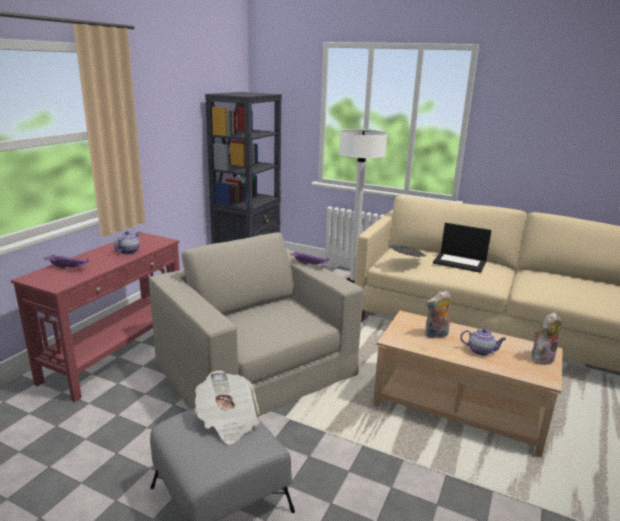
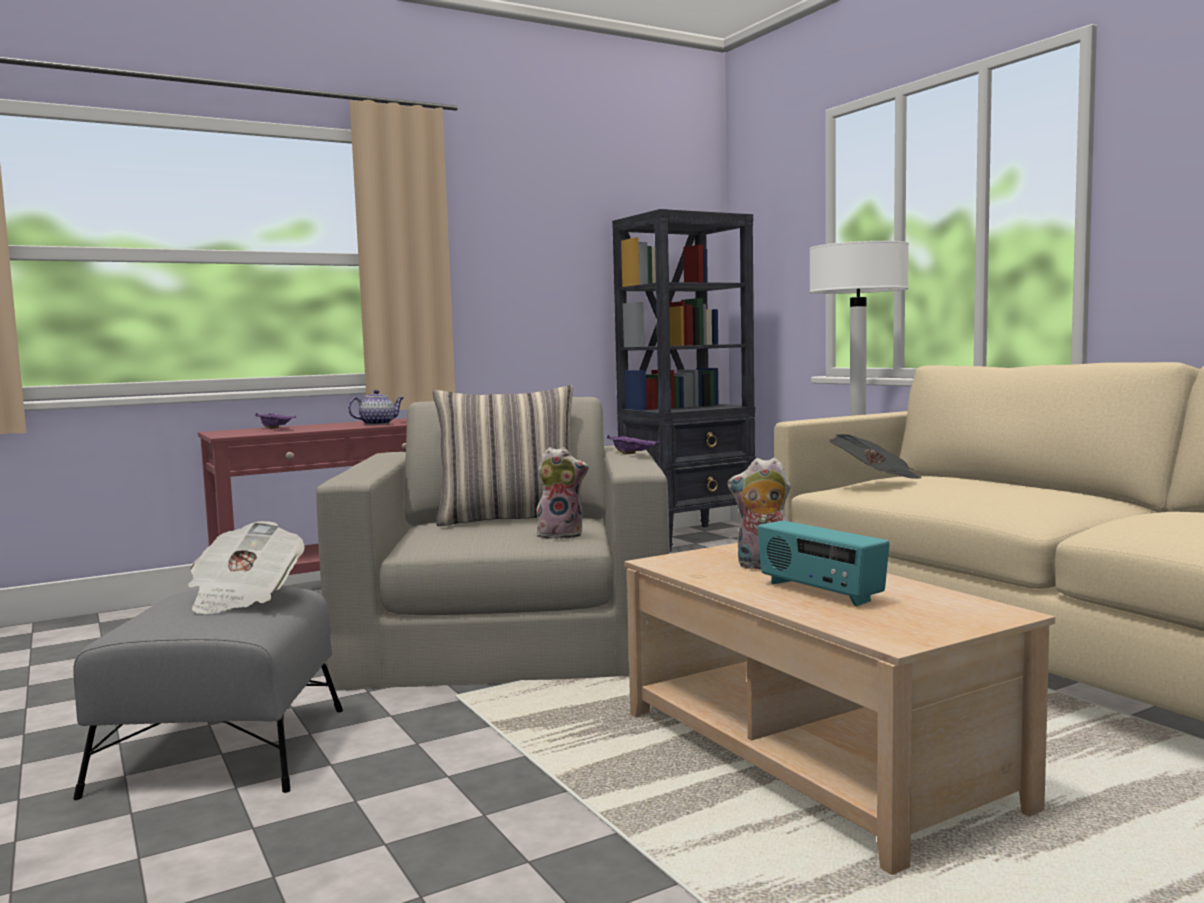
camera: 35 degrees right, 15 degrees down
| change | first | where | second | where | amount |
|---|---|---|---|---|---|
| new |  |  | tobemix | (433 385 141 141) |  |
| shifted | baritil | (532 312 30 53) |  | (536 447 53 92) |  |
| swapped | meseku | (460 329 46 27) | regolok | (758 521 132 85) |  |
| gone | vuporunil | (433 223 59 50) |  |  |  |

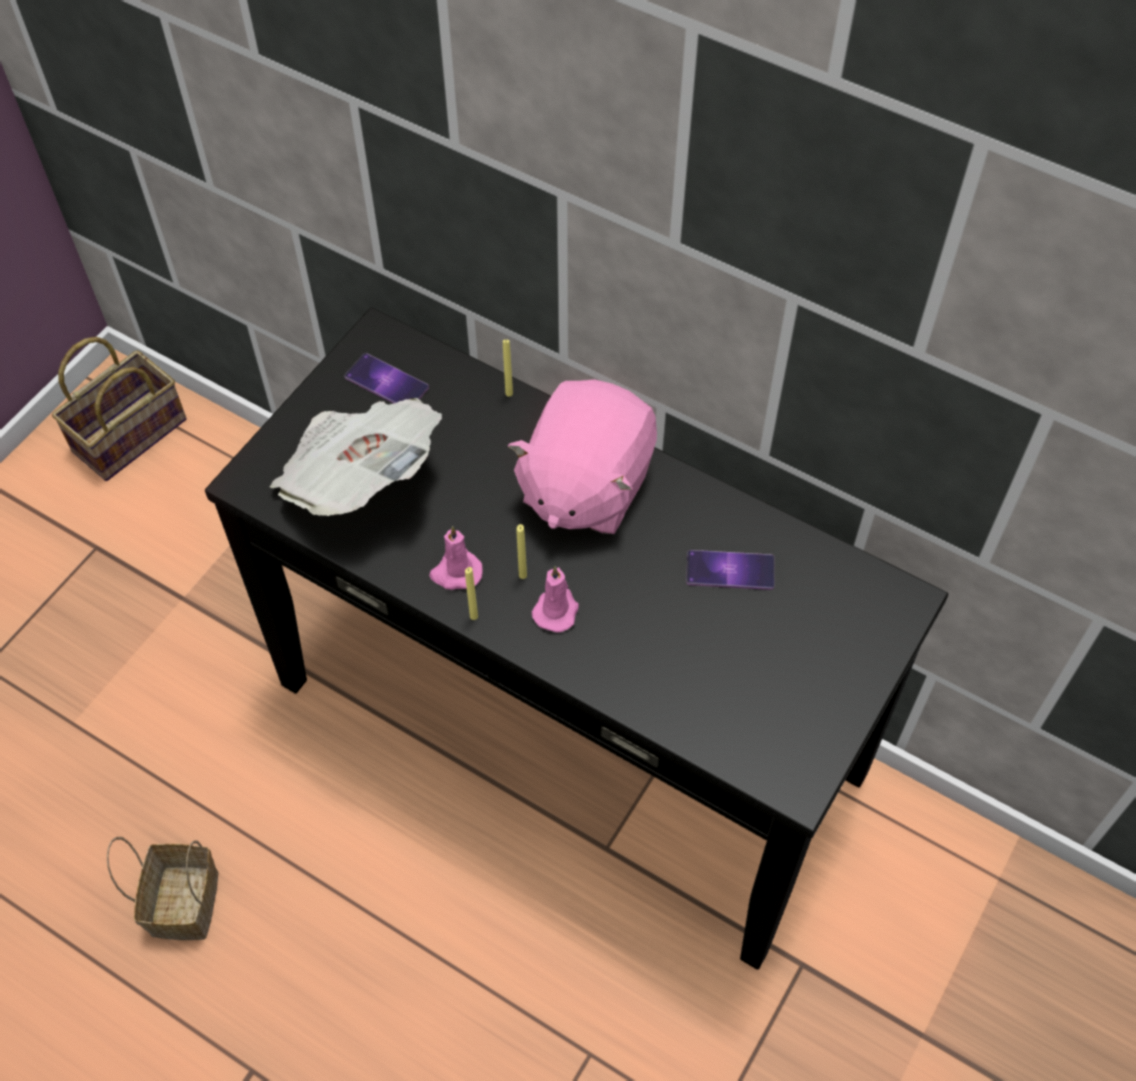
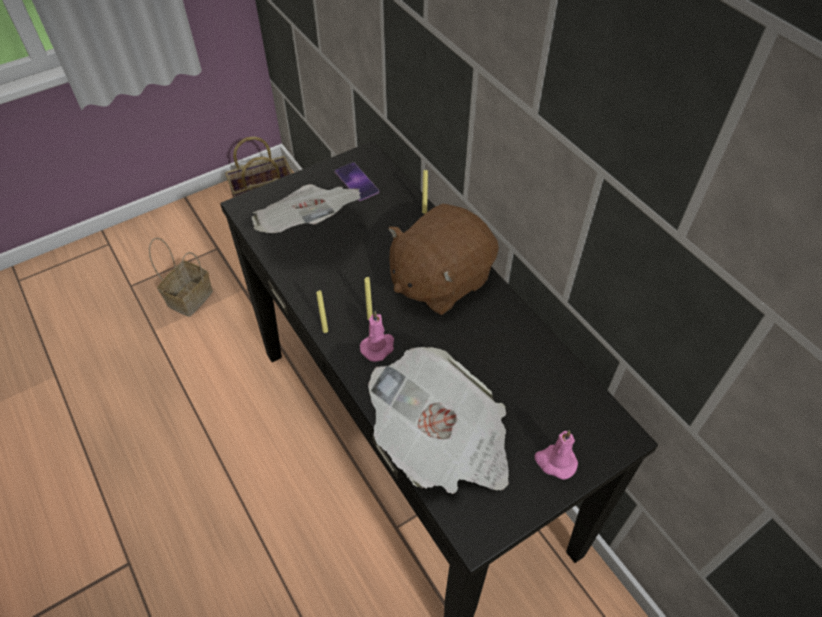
camera: 25 degrees right, 5 degrees down
| change | first | where | second | where | amount |
|---|---|---|---|---|---|
| shifted | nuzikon | (107 837 111 103) |  | (149 238 64 79) |  |
| new |  |  | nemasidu | (368 347 141 147) |  |
| repainted | baritil (pink) | (507 379 150 155) | baritil (brown) | (388 203 111 112) |  |
| shifted | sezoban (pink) | (429 526 54 64) |  | (534 430 44 50) |  |
| gone | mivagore | (686 550 88 40) |  |  |  |

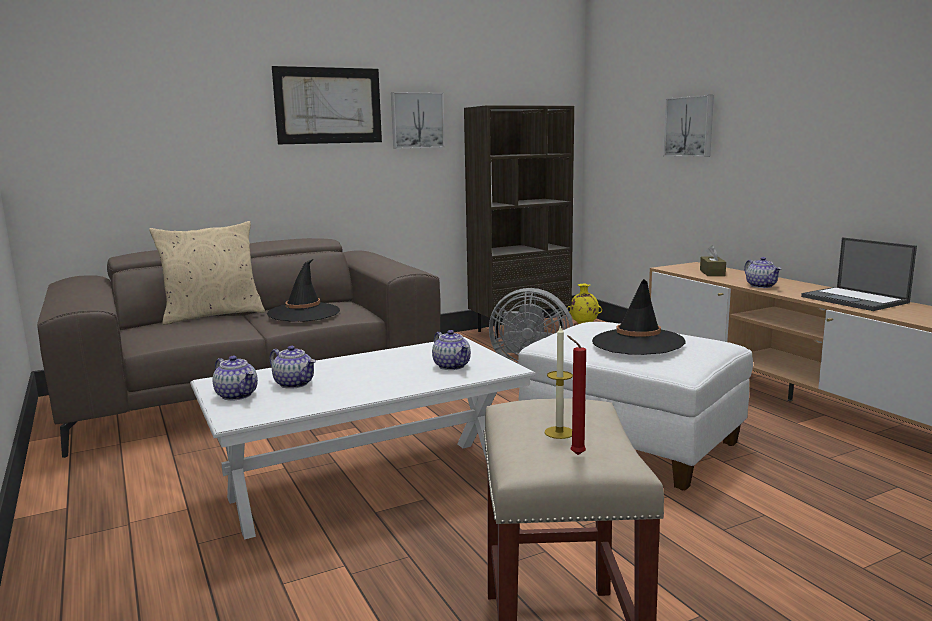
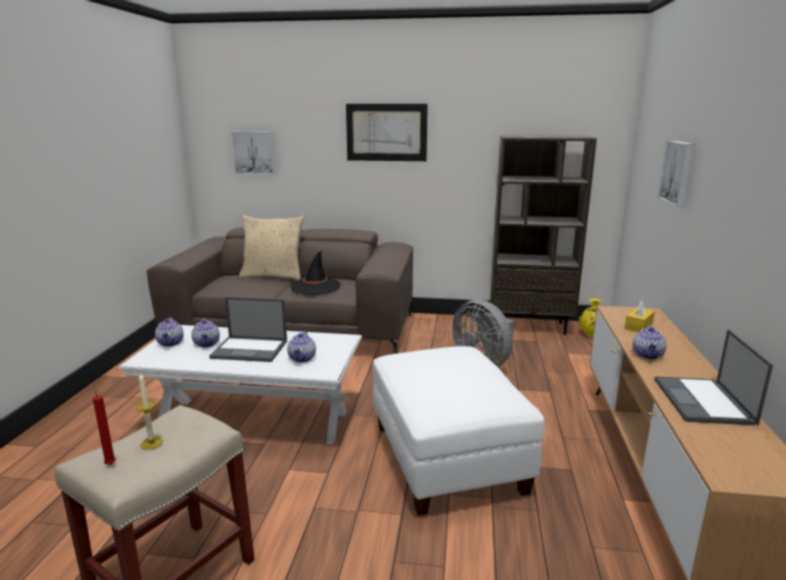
camera: 35 degrees right, 5 degrees up
| change | first | where | second | where | amount |
|---|---|---|---|---|---|
| new |  |  | vuporunil | (209 297 78 65) |  |
| shifted | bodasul | (391 92 54 57) |  | (231 131 45 44) |  |
| repainted | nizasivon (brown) | (700 245 26 31) | nizasivon (yellow) | (624 300 31 32) |  |
| gone | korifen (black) | (592 279 94 76) |  |  |  |

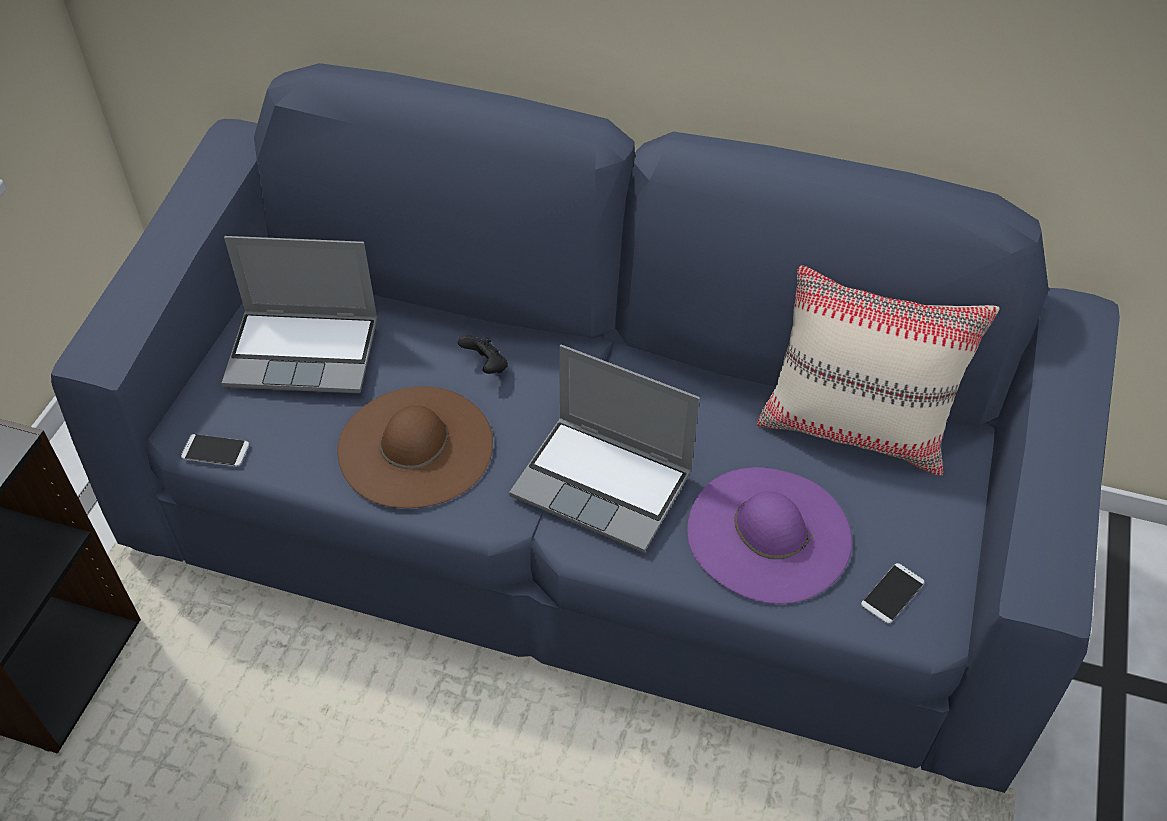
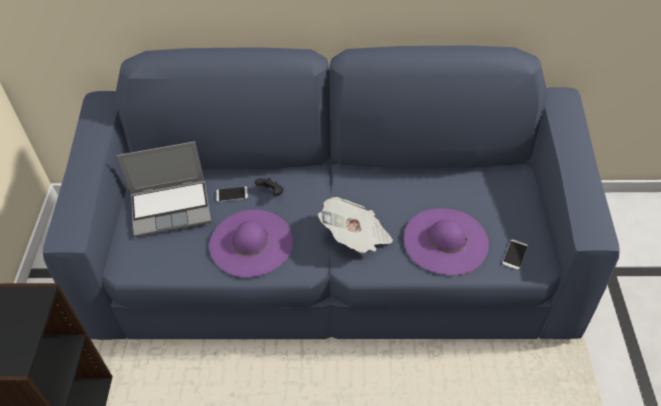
camera: 15 degrees left, 0 degrees up
| change | first | where | second | where | amount |
|---|---|---|---|---|---|
| repainted | korifen (brown) | (337 386 156 122) | korifen (purple) | (209 209 84 68) |  |
| shifted | mivagore | (181 434 68 33) |  | (216 186 32 16) |  |
| swapped | vuporunil | (509 345 191 208) | nemasidu | (318 197 75 56) |  |
| gone | tobemix (beige) | (757 265 242 211) |  |  |  |

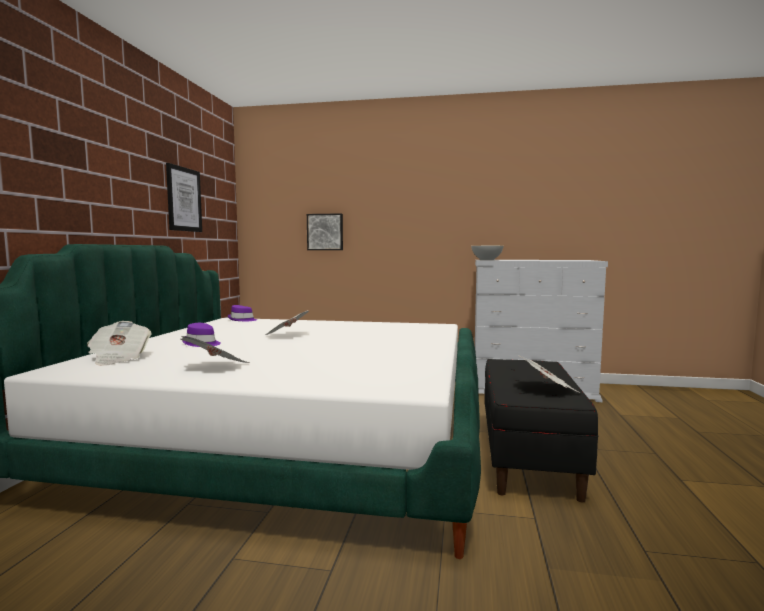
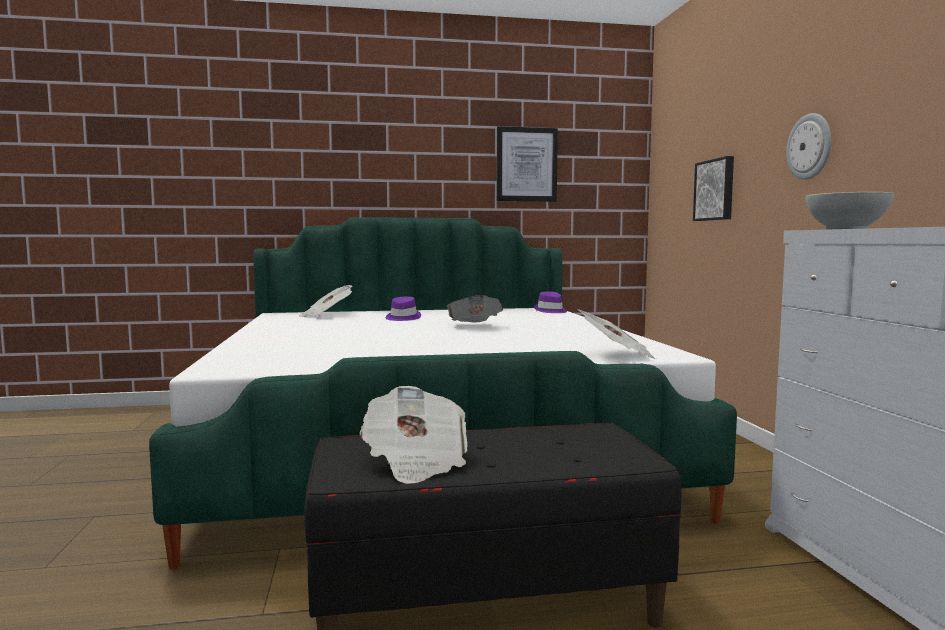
camera: 70 degrees right, 0 degrees up
| change | first | where | second | where | amount |
|---|---|---|---|---|---|
| shifted | nemasidu | (180 336 70 27) |  | (577 309 79 50) |  |
| new |  |  | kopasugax | (786 113 46 67) |  |

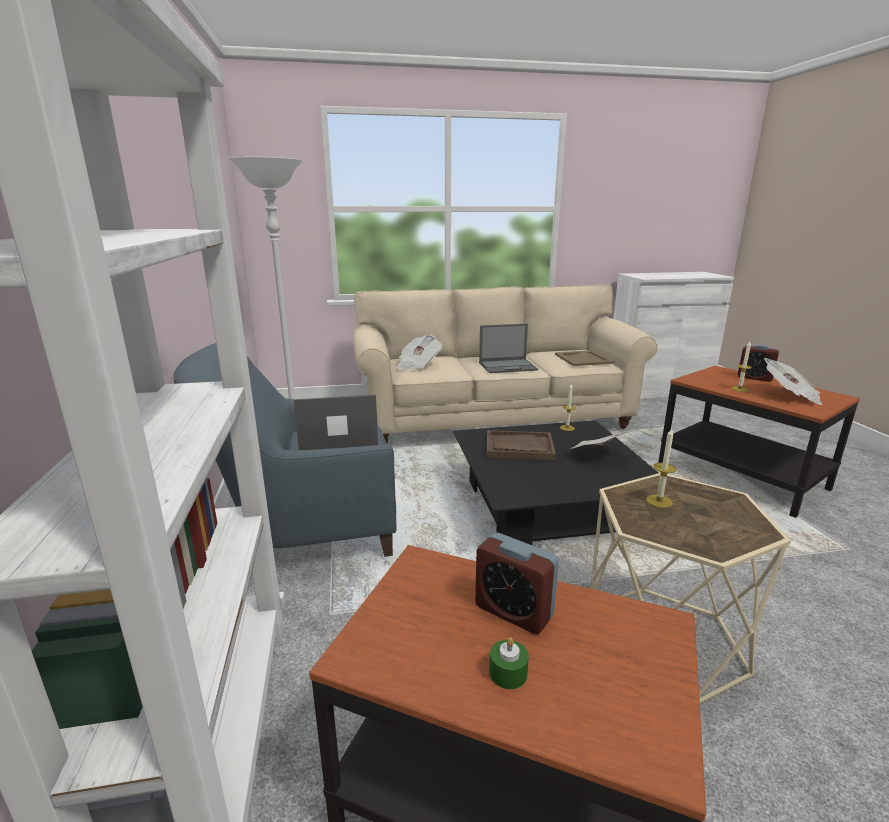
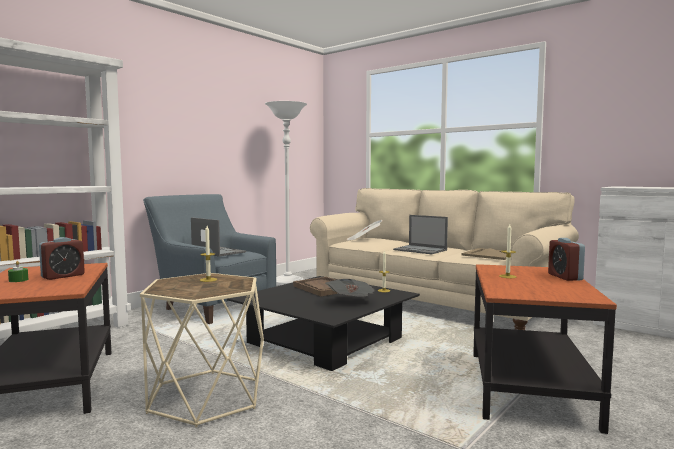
camera: 50 degrees right, 15 degrees down
| change | first | where | second | where | amount |
|---|---|---|---|---|---|
| rotated | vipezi | (475 533 84 101) |  | (39 237 46 43) | 135 degrees counterclockwise |
| gone | nemasidu | (764 358 58 47) |  |  |  |

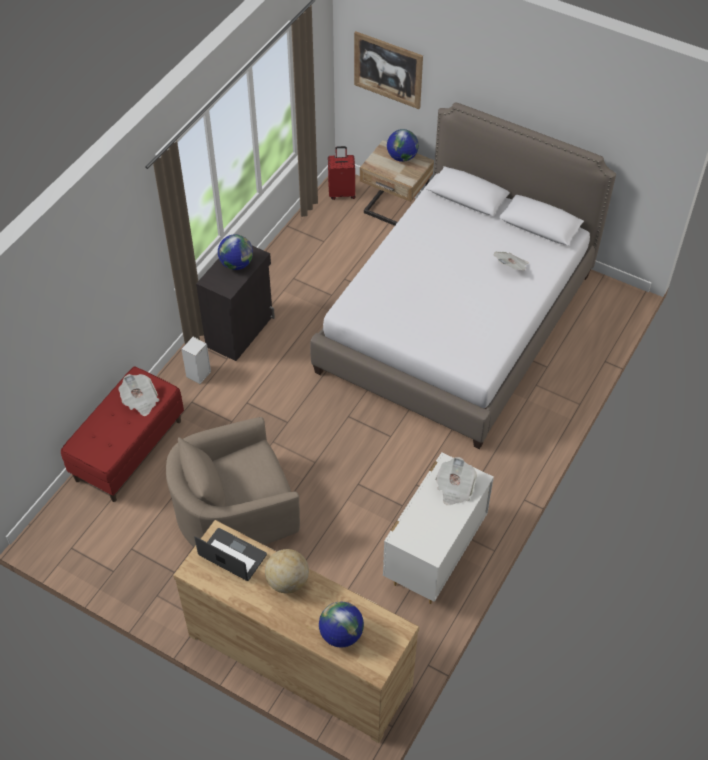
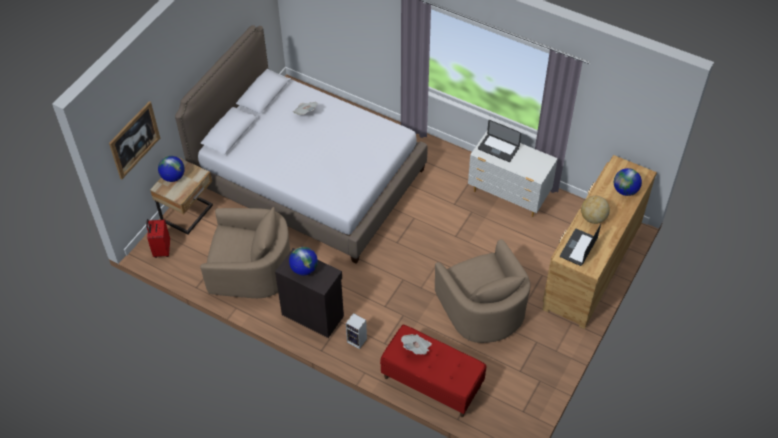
camera: 90 degrees left, 0 degrees up
| change | first | where | second | where | amount |
|---|---|---|---|---|---|
| new |  |  | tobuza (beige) | (200 207 90 91) |  |
| swapped | nemasidu | (436 457 41 48) | vuporunil | (478 120 43 42) |  |

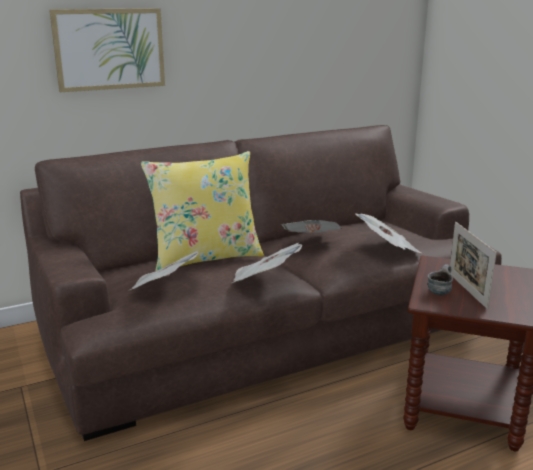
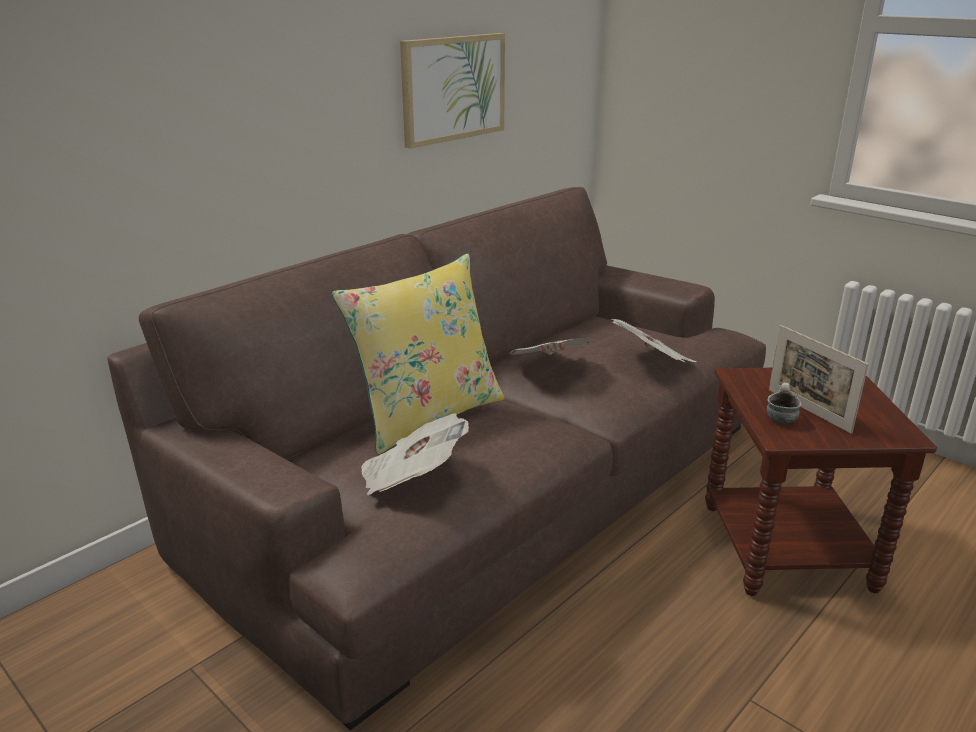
camera: 20 degrees left, 5 degrees up
| change | first | where | second | where | amount |
|---|---|---|---|---|---|
| shifted | bodasul | (49 8 116 84) |  | (400 33 105 116) |  |
| gone | nemasidu | (232 243 70 40) |  |  |  |

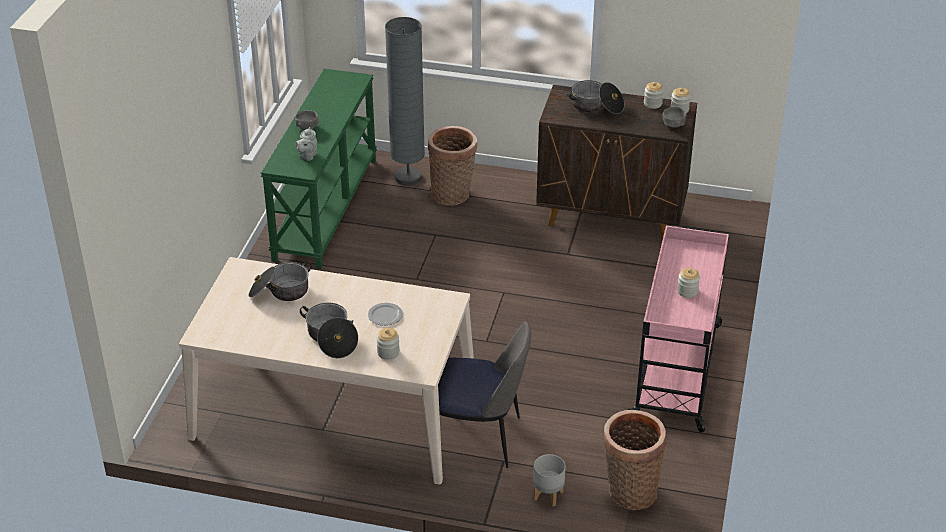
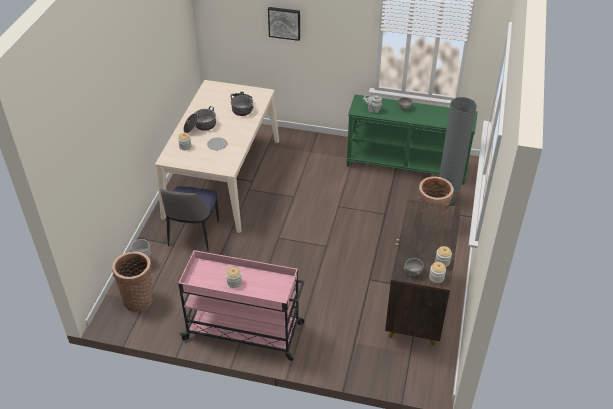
camera: 90 degrees right, 5 degrees up
| change | first | where | second | where | amount |
|---|---|---|---|---|---|
| new |  |  | bodasul | (268 7 32 34) |  |
| gone | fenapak | (567 80 57 34) |  |  |  |

